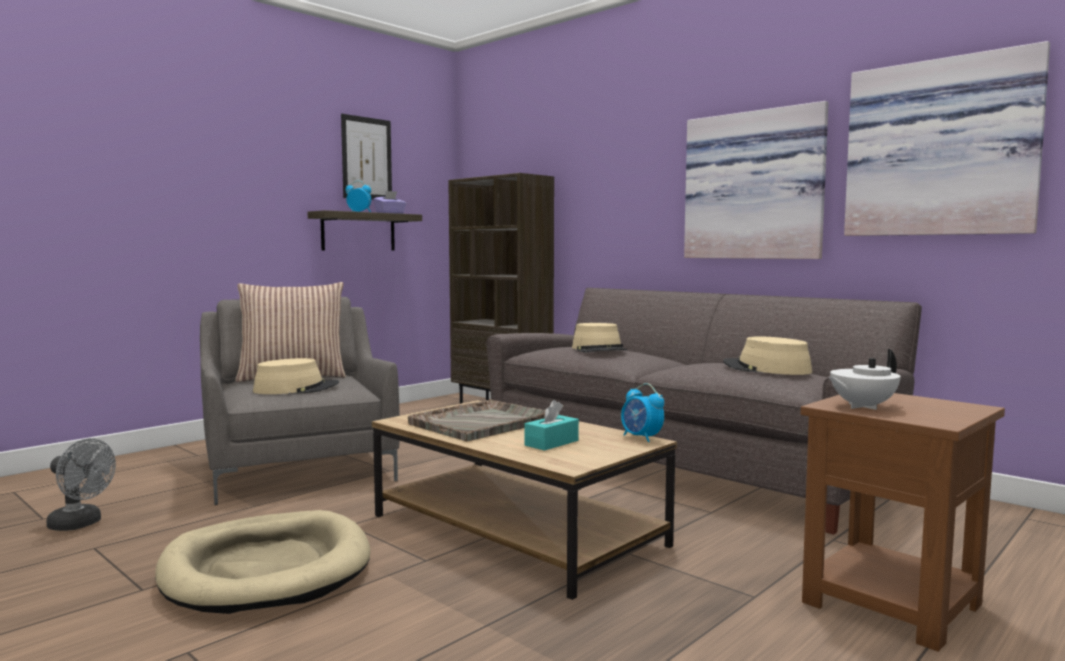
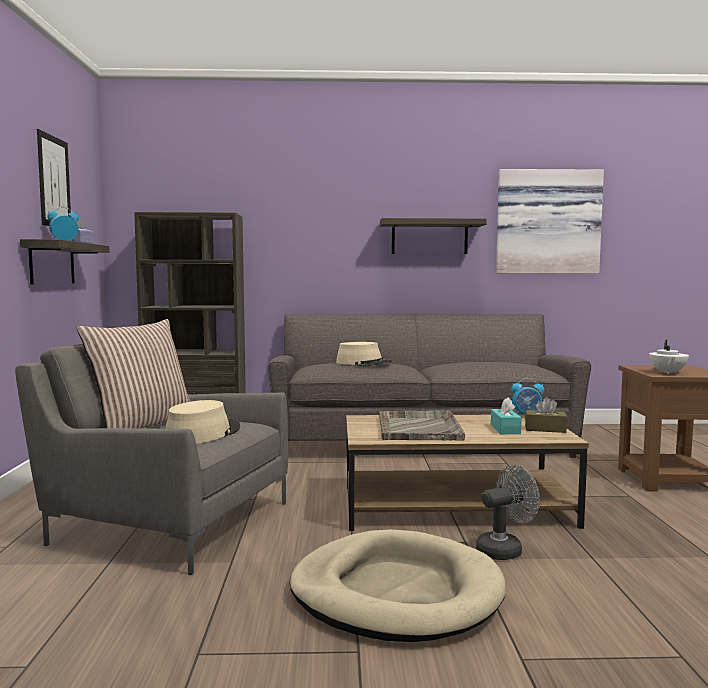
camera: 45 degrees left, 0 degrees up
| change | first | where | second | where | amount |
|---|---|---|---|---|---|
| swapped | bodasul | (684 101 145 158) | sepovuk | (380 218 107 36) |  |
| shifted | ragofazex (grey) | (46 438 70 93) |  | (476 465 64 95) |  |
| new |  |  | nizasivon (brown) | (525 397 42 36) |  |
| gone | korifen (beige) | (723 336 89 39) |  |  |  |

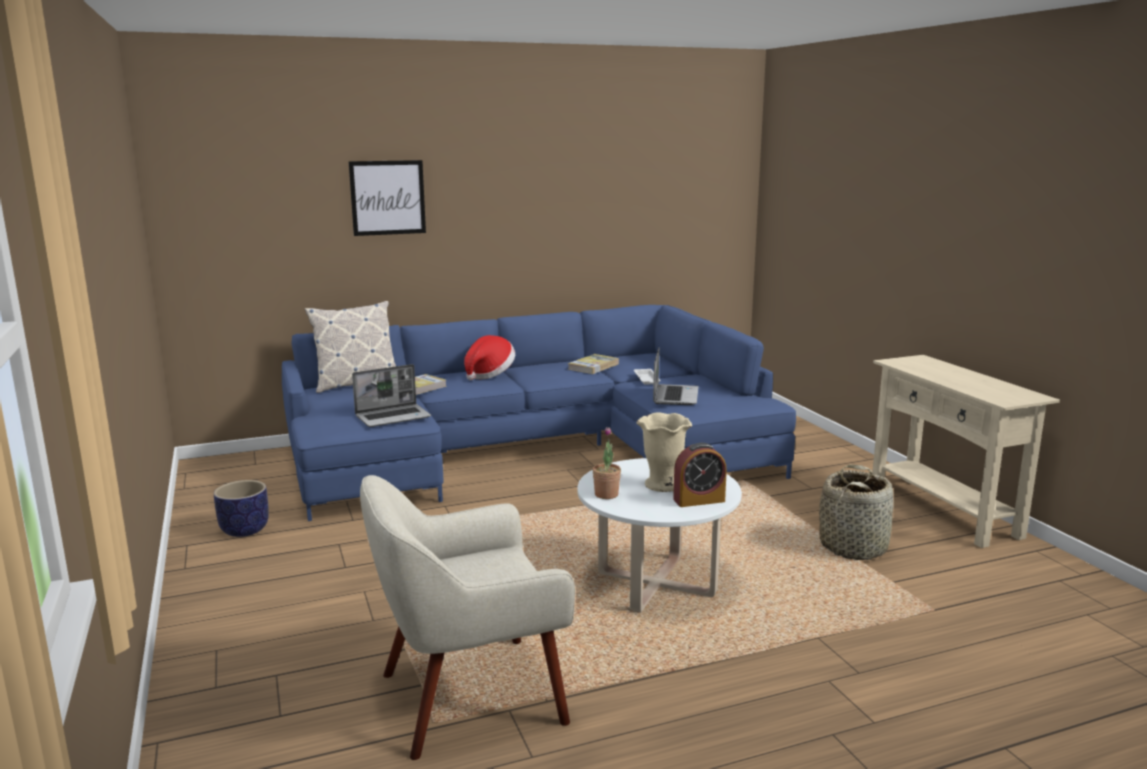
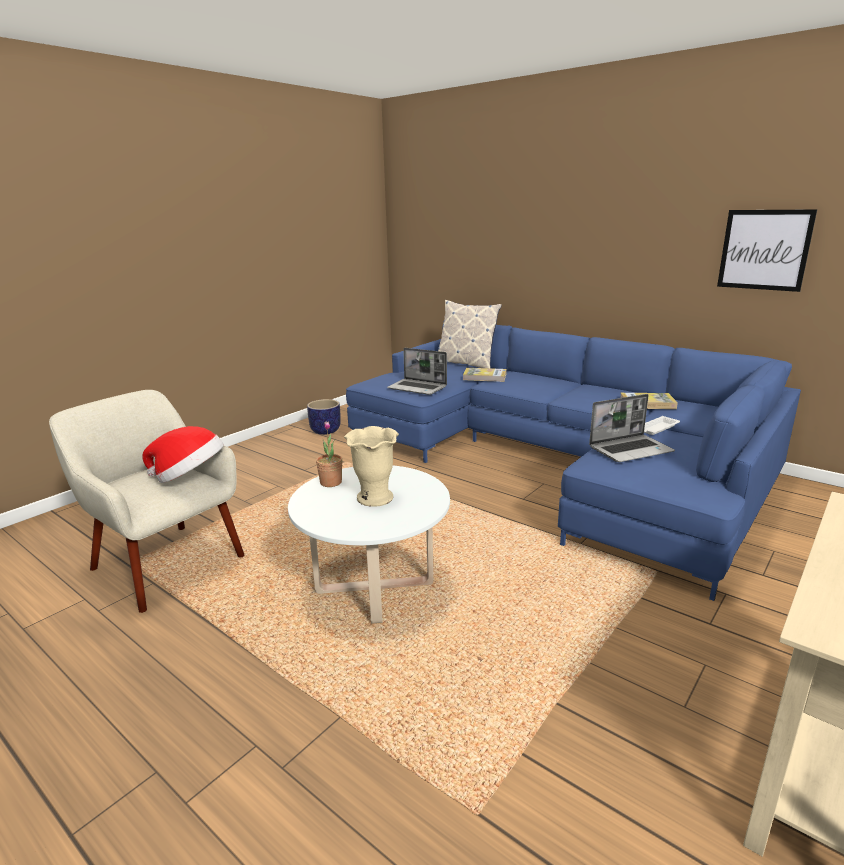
camera: 60 degrees right, 5 degrees up
| change | first | where | second | where | amount |
|---|---|---|---|---|---|
| shifted | korifen | (464 335 51 45) |  | (142 426 82 57) |  |
| shifted | bodasul | (348 160 78 76) |  | (717 209 100 83) |  |
| gone | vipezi | (673 443 54 64) |  |  |  |
| gone | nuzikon | (819 465 75 95) |  |  |  |

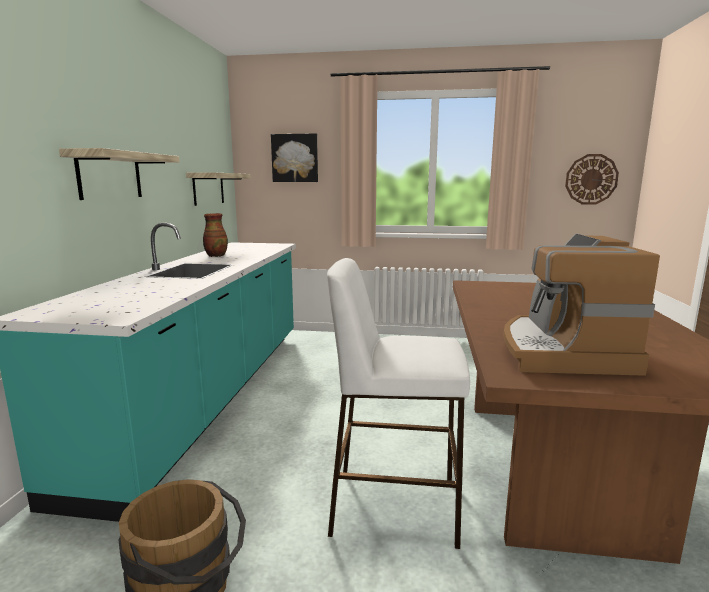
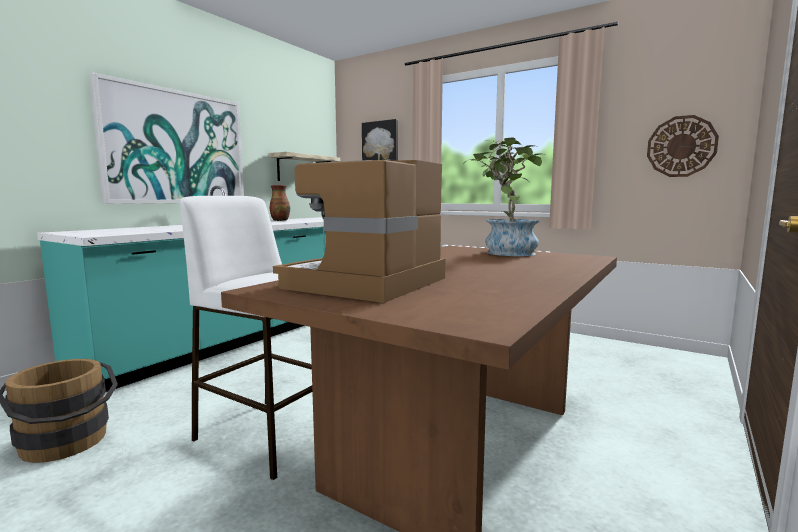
camera: 25 degrees right, 5 degrees down
| change | first | where | second | where | amount |
|---|---|---|---|---|---|
| swapped | sepovuk | (59 148 121 52) | bodasul | (89 72 155 132) |  |
| new |  |  | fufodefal | (463 138 79 118) |  |

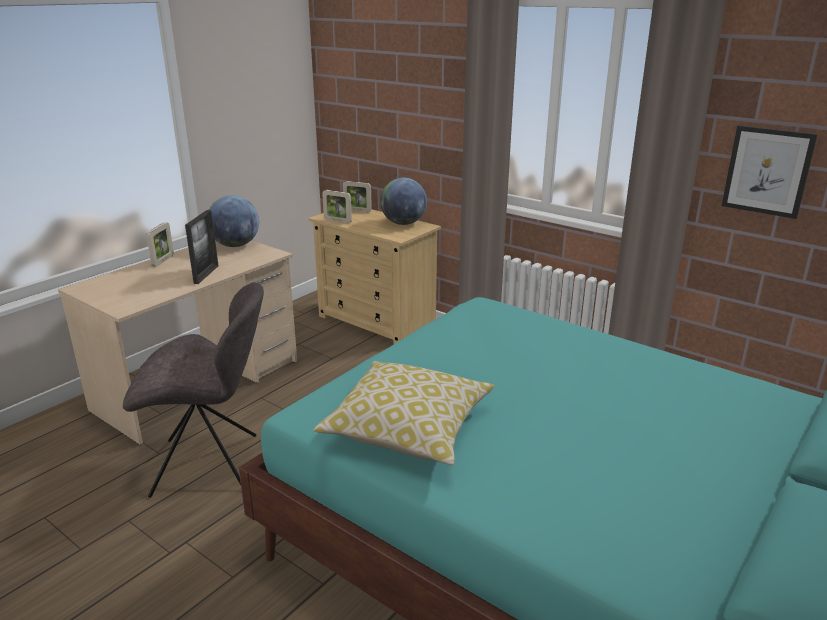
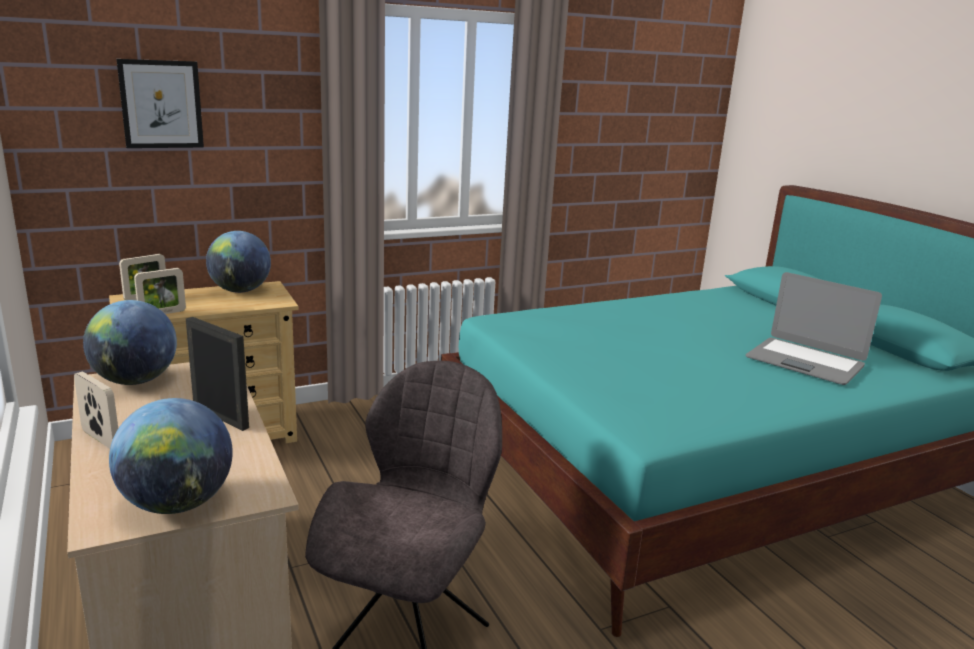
camera: 65 degrees left, 5 degrees down
| change | first | where | second | where | amount |
|---|---|---|---|---|---|
| new |  |  | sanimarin | (109 398 124 116) |  |
| shifted | bodasul | (722 125 96 94) |  | (116 59 88 89) |  |
| new |  |  | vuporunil | (746 272 136 113) |  |
| gone | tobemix | (314 361 180 104) |  |  |  |

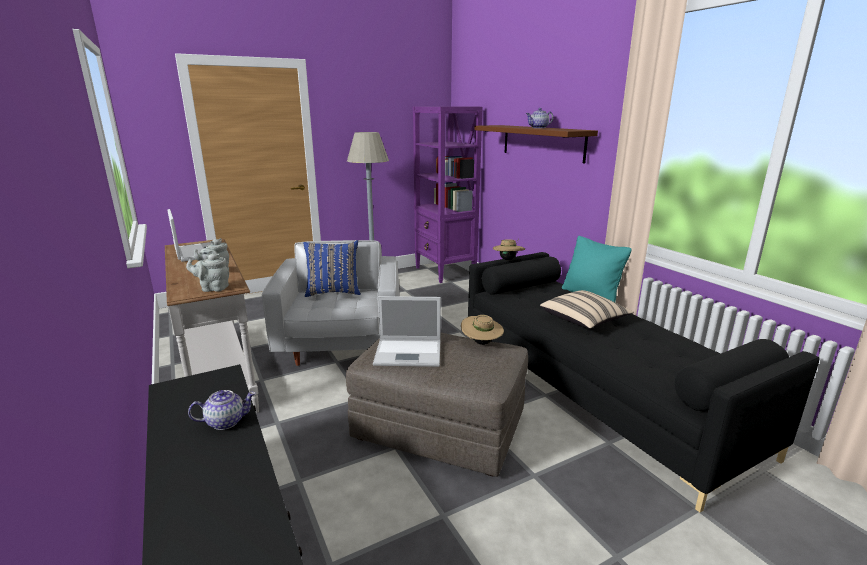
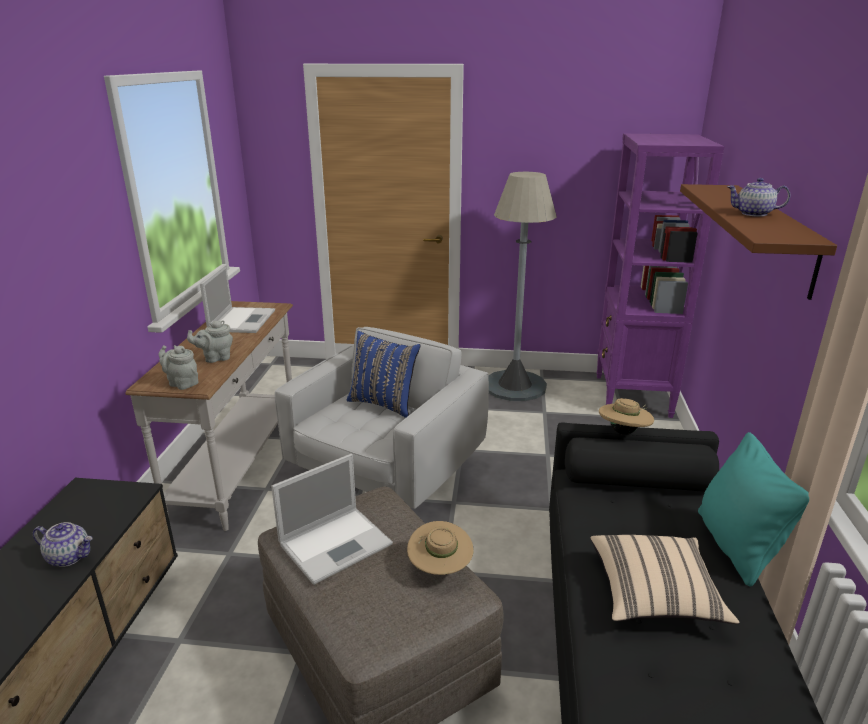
camera: 35 degrees right, 5 degrees up
| change | first | where | second | where | amount |
|---|---|---|---|---|---|
| rotated | vuporunil | (373 296 68 71) |  | (271 454 122 131) | 75 degrees counterclockwise |

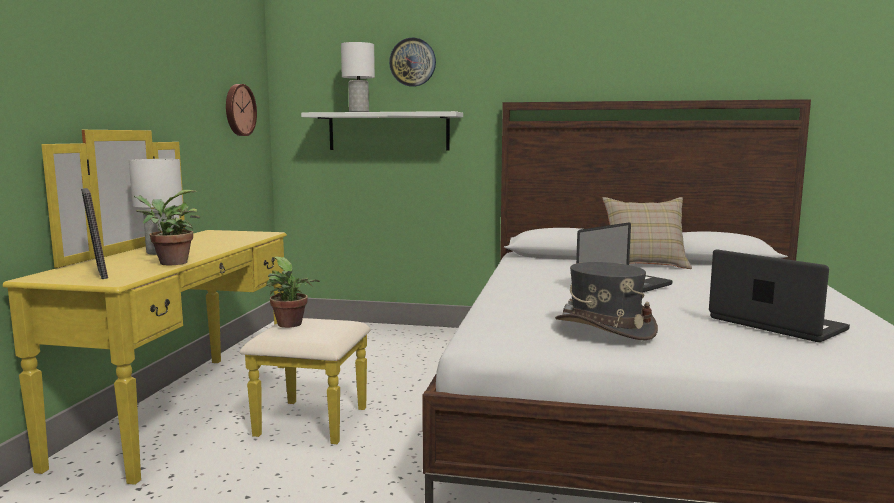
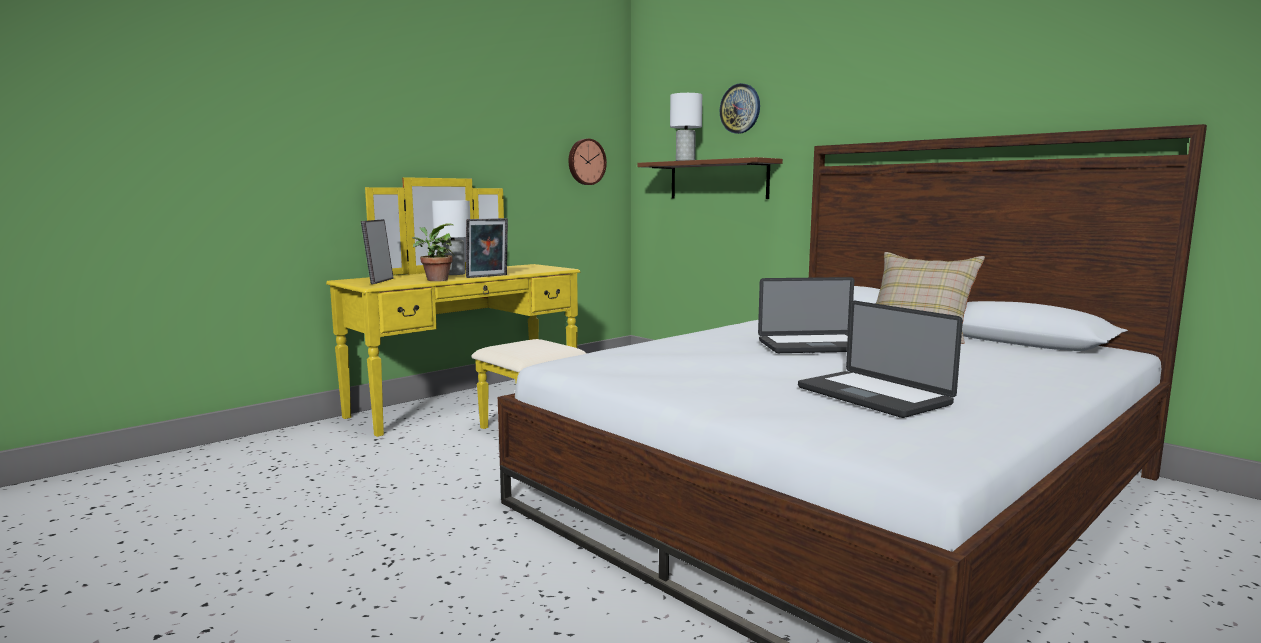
camera: 35 degrees right, 0 degrees up
| change | first | where | second | where | amount |
|---|---|---|---|---|---|
| new |  |  | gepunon | (466 218 42 60) |  |
| repainted | sepovuk (white) | (301 111 162 40) | sepovuk (brown) | (637 157 146 42) |  |
| rotated | vuporunil | (709 250 141 92) |  | (798 300 165 118) | 150 degrees clockwise |
| gone | fufodefal | (266 256 54 72) |  |  |  |
| gone | korifen (grey) | (555 262 103 78) |  |  |  |

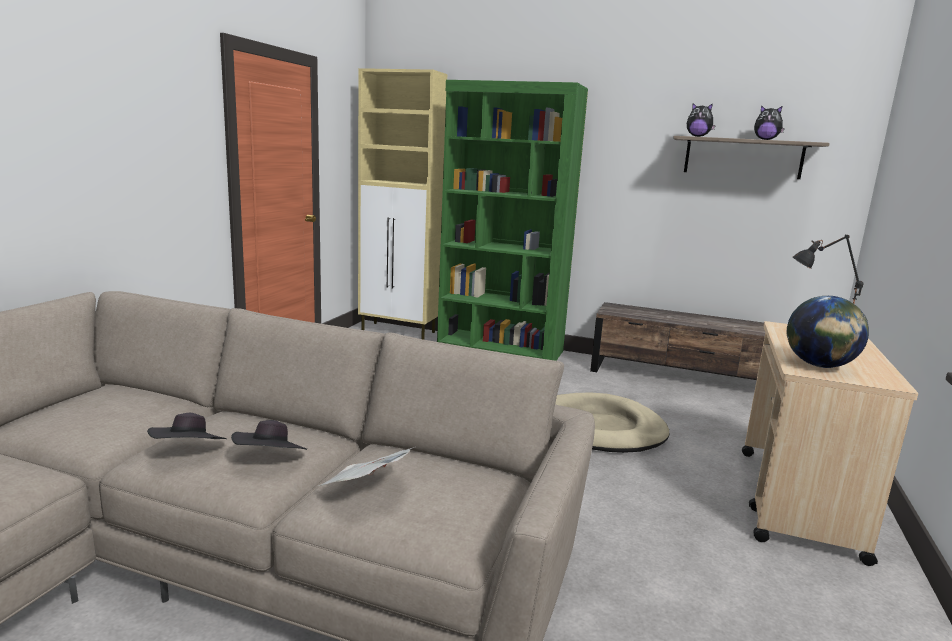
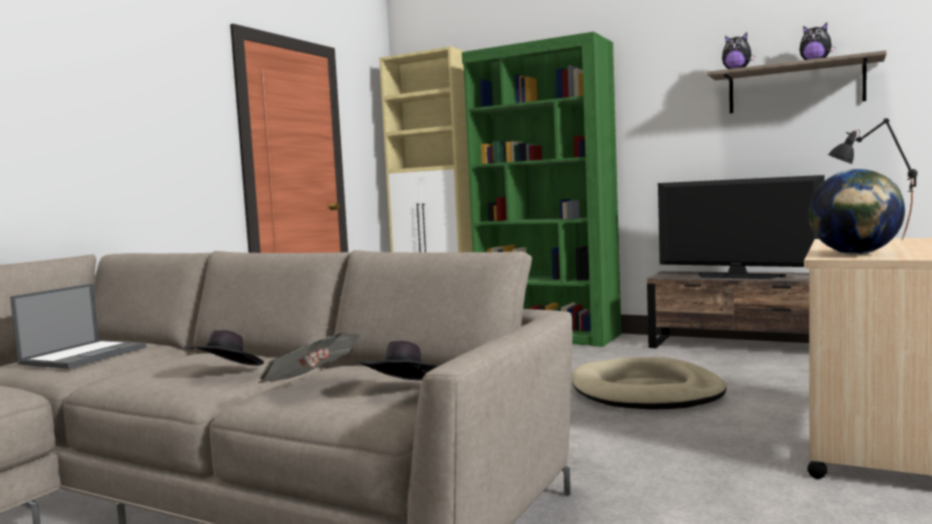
camera: 10 degrees right, 10 degrees down
| change | first | where | second | where | amount |
|---|---|---|---|---|---|
| new |  |  | vuporunil | (10 283 137 86) |  |
| shifted | korifen (black) | (147 413 80 26) |  | (358 341 82 40) |  |
| new |  |  | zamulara | (658 175 166 104) |  |

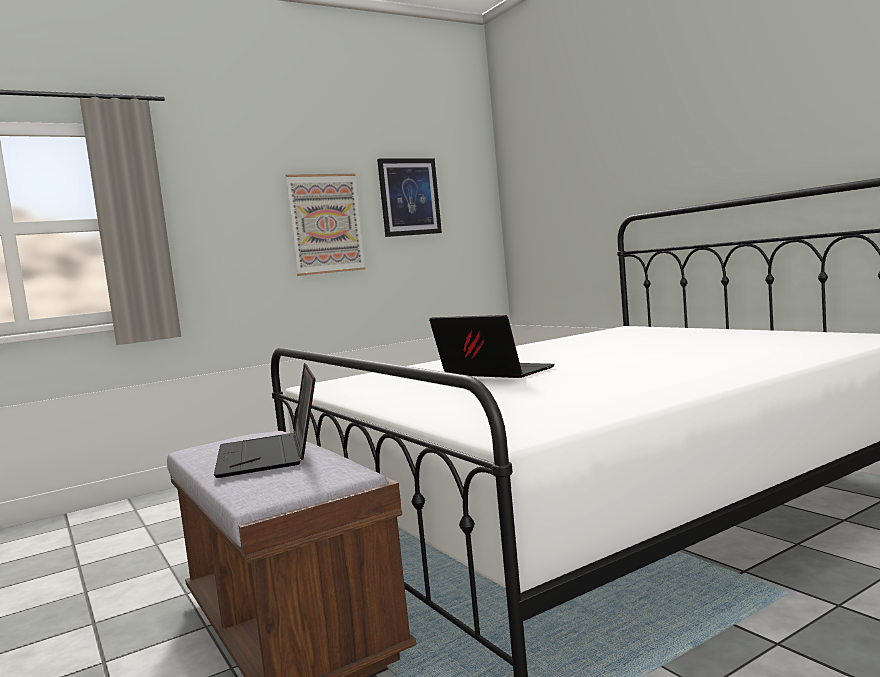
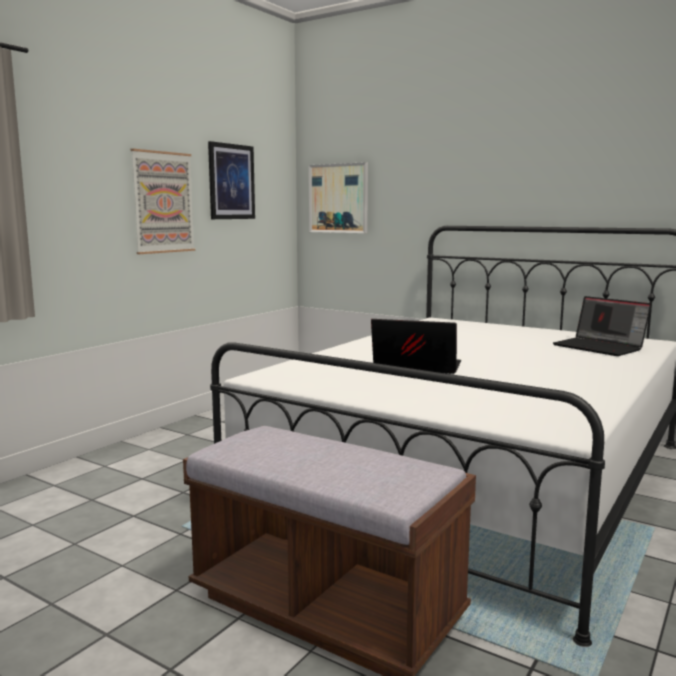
camera: 25 degrees left, 5 degrees up
| change | first | where | second | where | amount |
|---|---|---|---|---|---|
| new |  |  | bodasul | (309 162 59 71) |  |
| shifted | vuporunil | (214 363 101 115) |  | (553 296 98 60) |  |

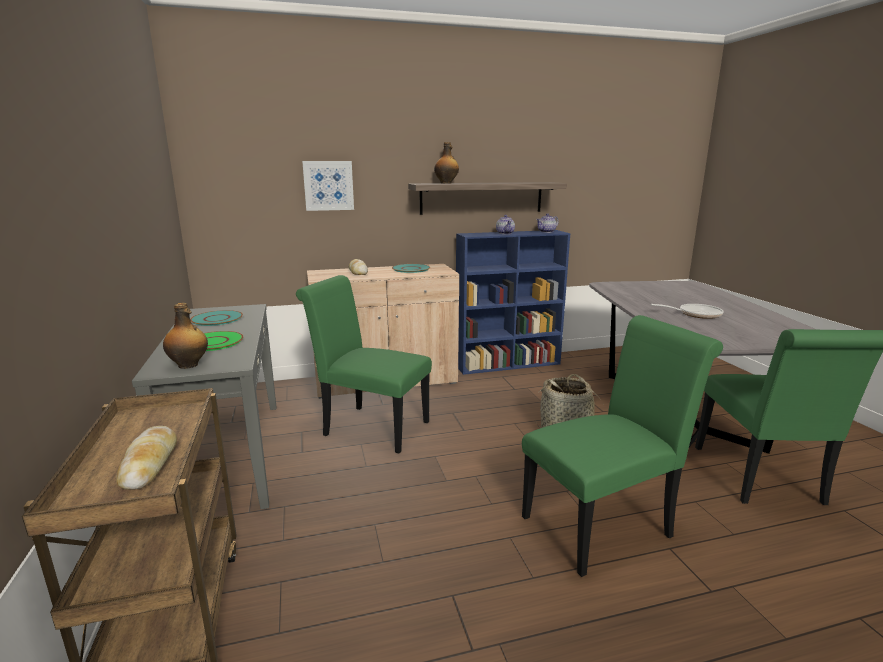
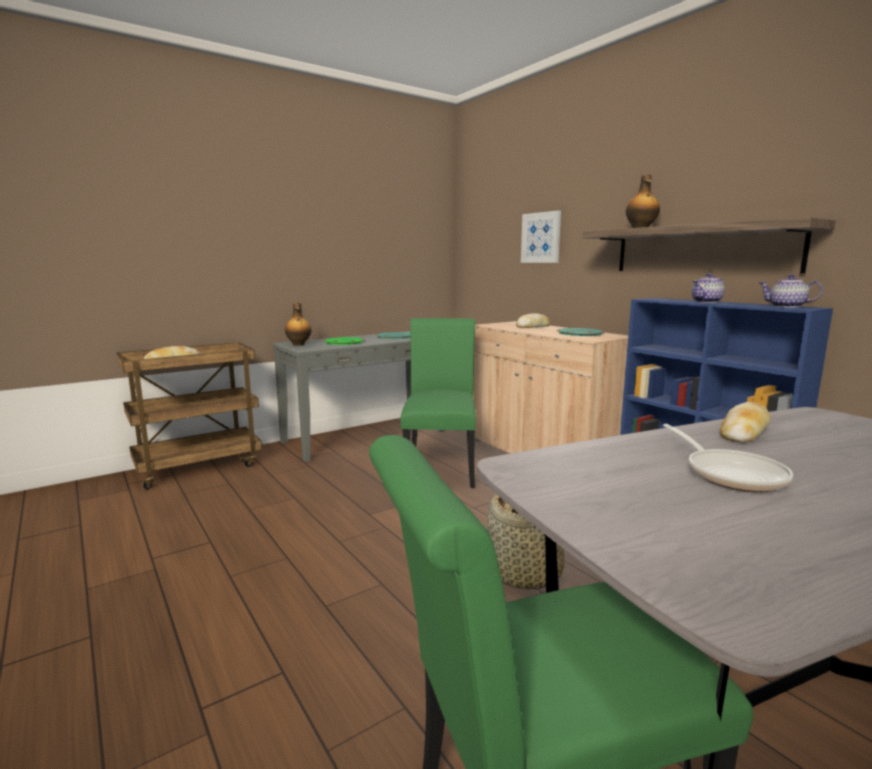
camera: 70 degrees right, 5 degrees down
| change | first | where | second | where | amount |
|---|---|---|---|---|---|
| new |  |  | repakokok | (720 402 51 41) |  |
| gone | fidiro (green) | (522 315 201 262) |  |  |  |

